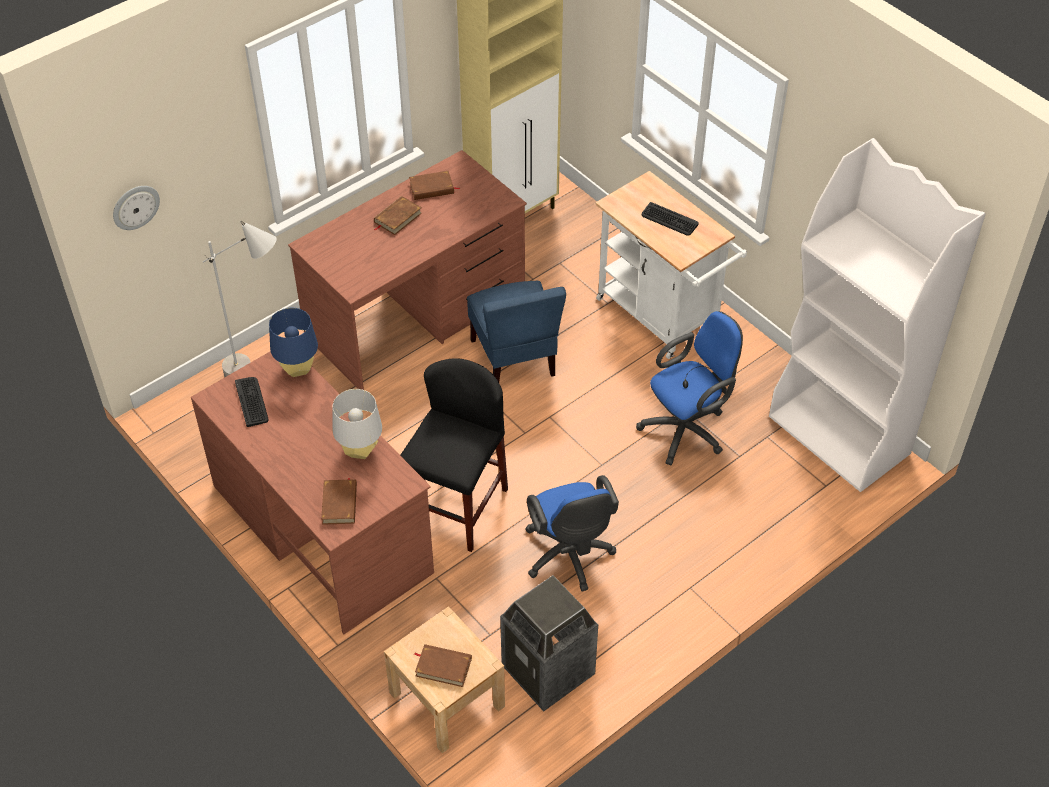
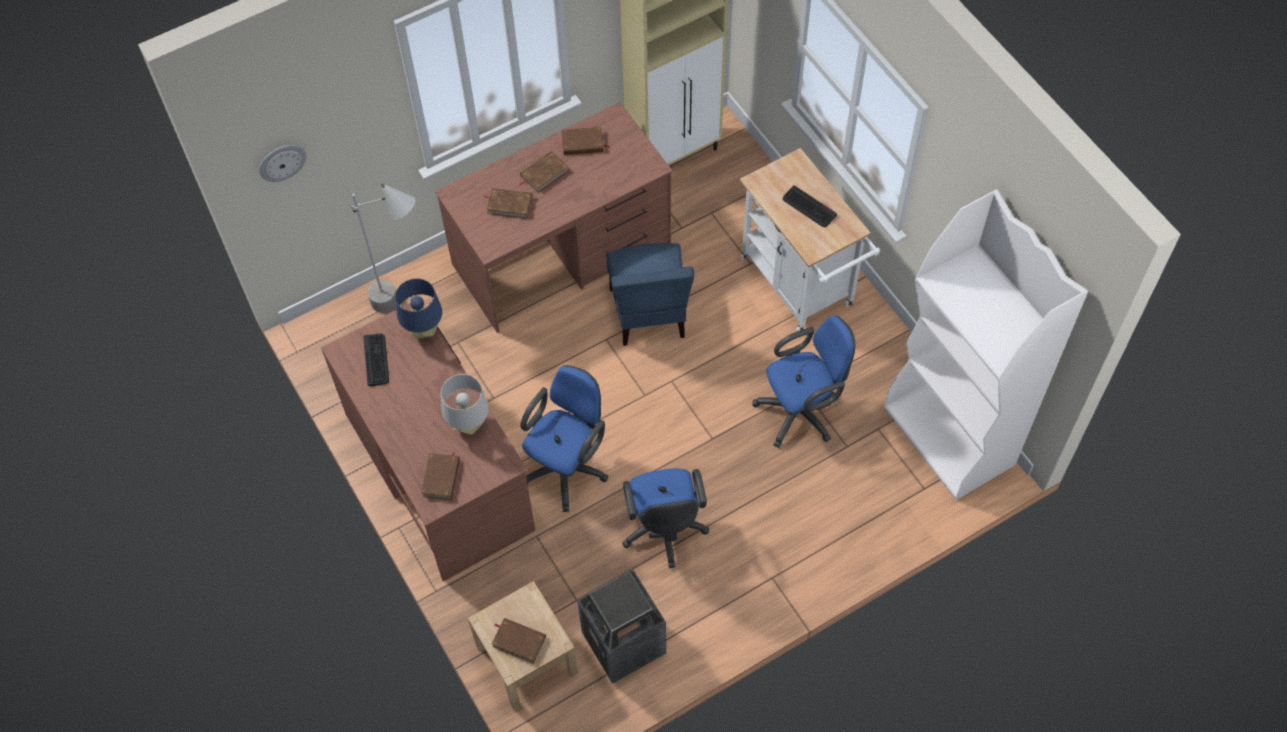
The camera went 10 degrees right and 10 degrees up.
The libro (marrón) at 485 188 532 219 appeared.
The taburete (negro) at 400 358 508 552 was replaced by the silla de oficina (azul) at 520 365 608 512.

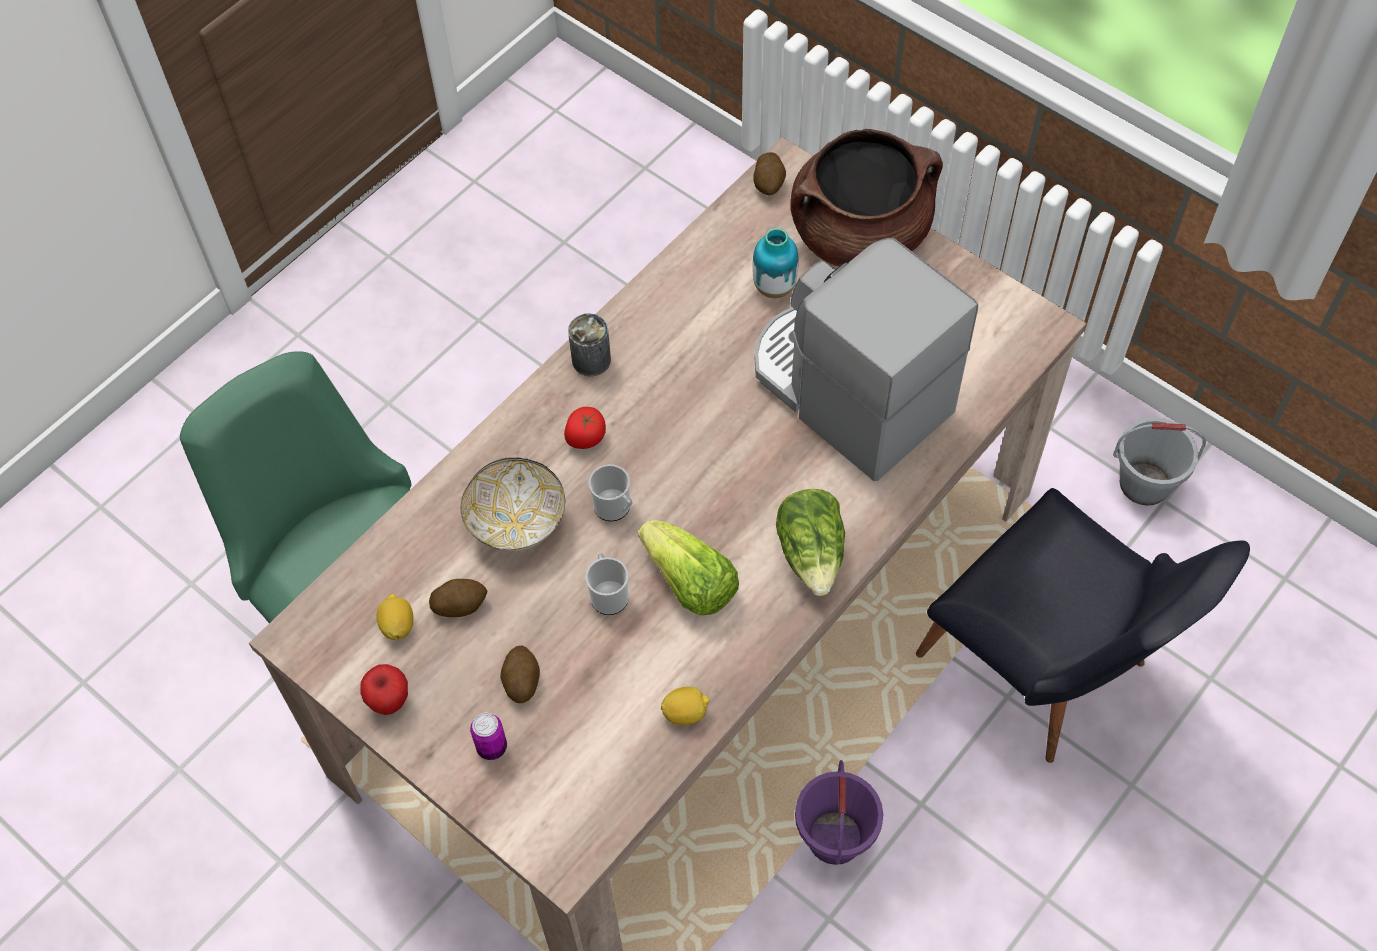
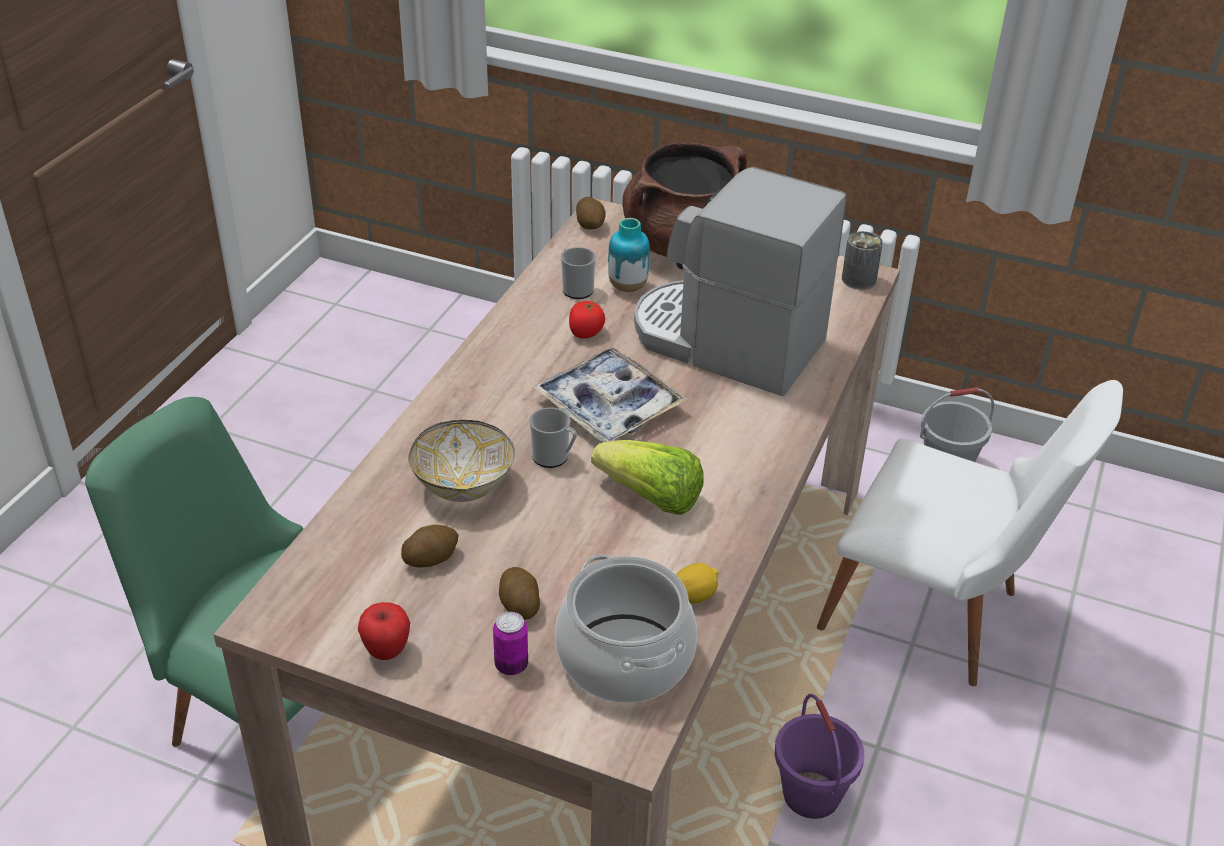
The camera went 20 degrees left and 20 degrees down.
The bandeja at 533 347 688 442 appeared.
The olla at 555 554 697 703 appeared.
The taza grande moved from 585 553 629 615 to 561 247 596 299.
The tomate moved from 564 407 606 449 to 569 301 605 339.
The silla (negro) at 916 488 1250 763 became the silla (blanco) at 817 380 1123 686.
The lata moved from 568 313 611 376 to 842 231 883 290.
The limón at 376 594 413 640 disappeared.
The lechuga at 776 489 845 596 disappeared.

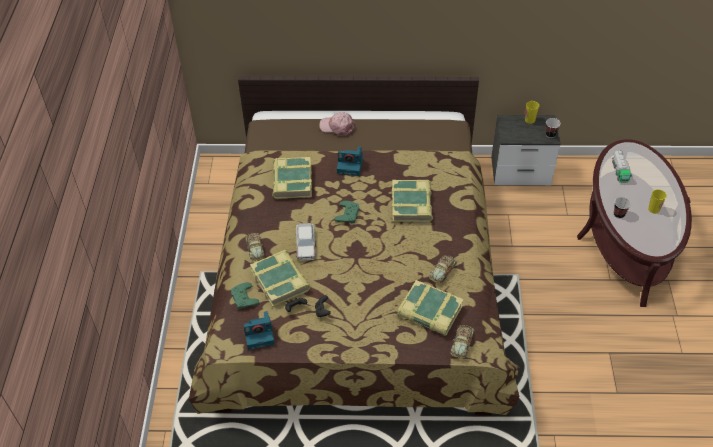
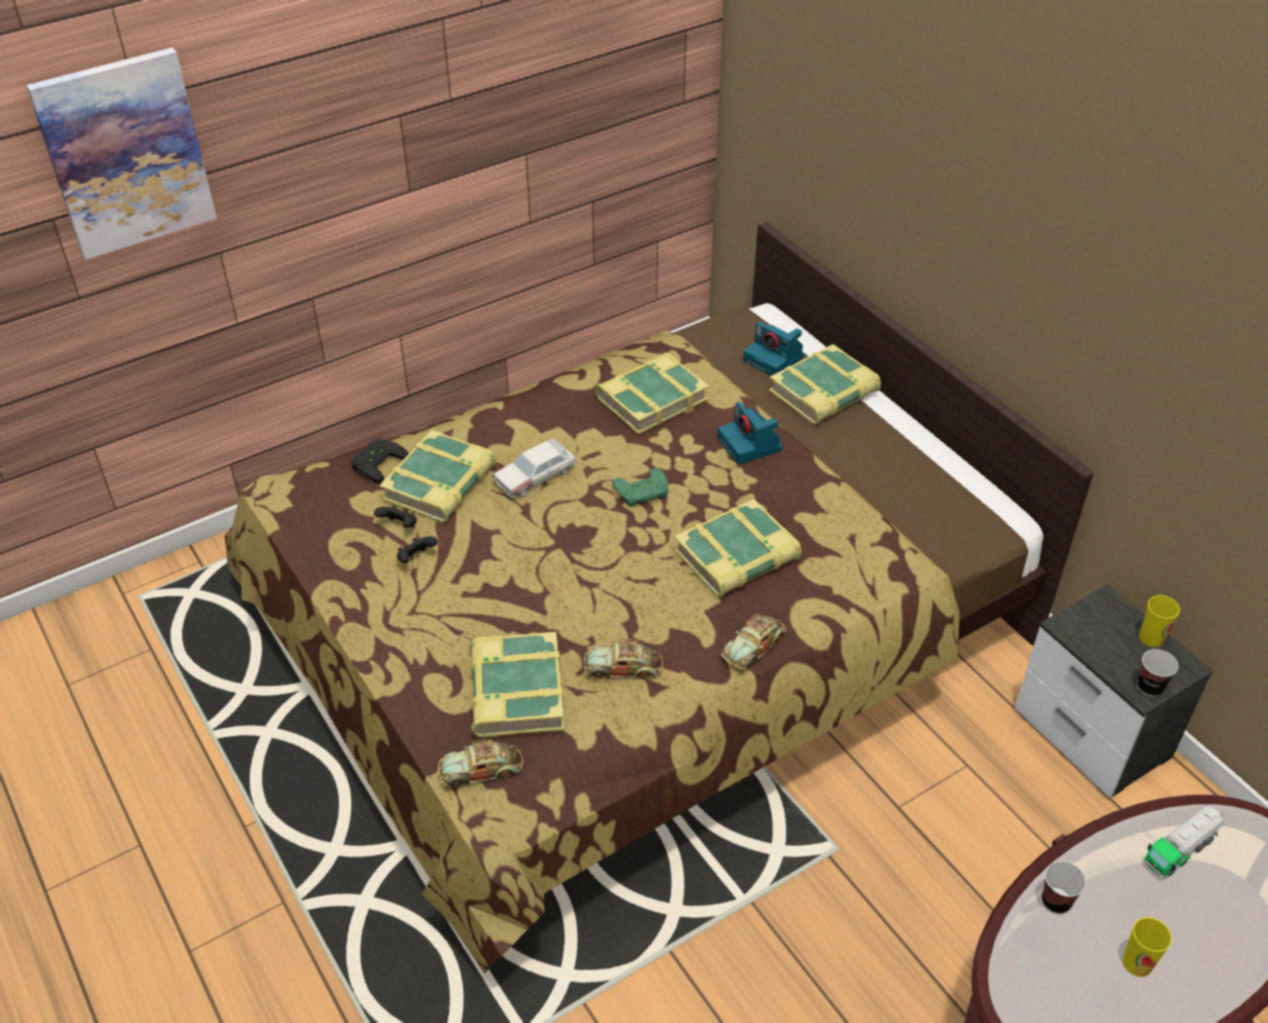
The camera went 55 degrees right and 5 degrees down.
The cuadro at 26 47 217 260 appeared.
The mando de consola (verde) at 231 282 260 309 became the mando de consola (negro) at 351 438 409 483.
The coche de juguete moved from 245 233 265 261 to 721 614 786 670.
The cámara moved from 244 311 275 350 to 743 322 804 376.
The gorra (rosa) at 319 112 355 136 was replaced by the libro at 769 344 881 425.

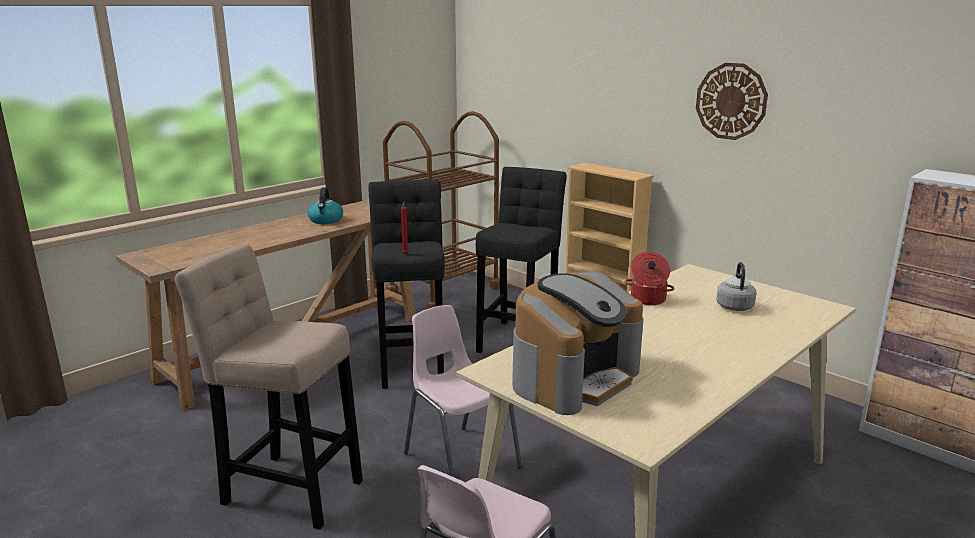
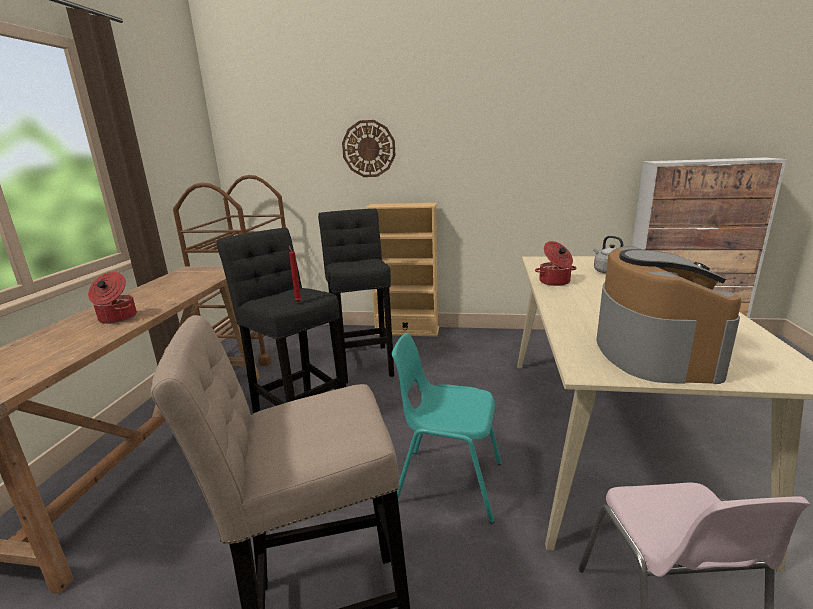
The camera went 35 degrees left and 0 degrees up.
The olla at 88 272 137 324 appeared.
The reloj de pared moved from 696 63 768 140 to 342 120 396 177.
The silla (rosa) at 404 305 522 478 became the silla (turquesa) at 392 333 502 524.
The hervidor at 308 188 343 224 disappeared.

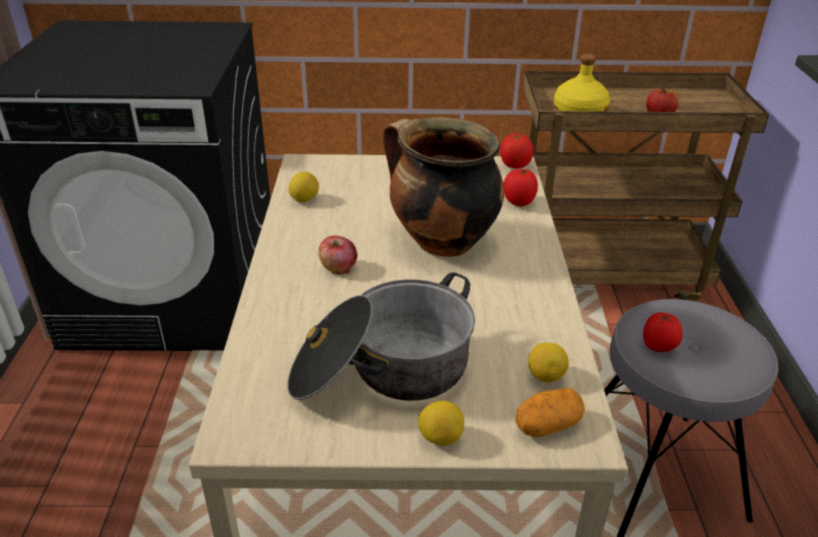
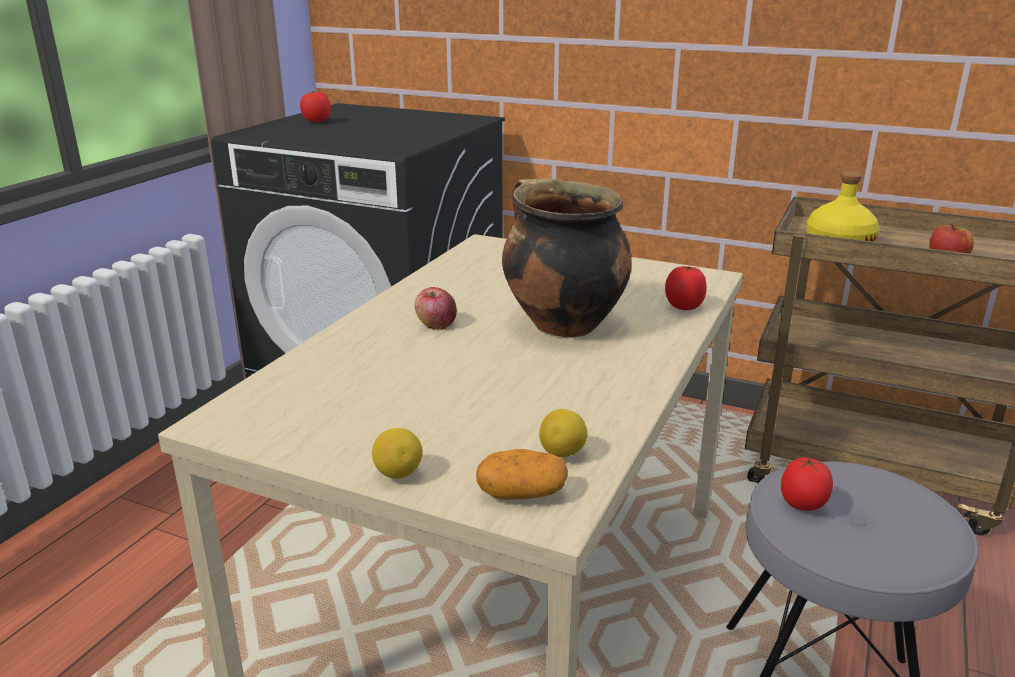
The camera went 25 degrees right and 10 degrees down.
The tomate moved from 500 133 533 169 to 300 91 331 122.
The olla at 287 272 475 401 disappeared.
The limón at 288 172 319 202 disappeared.

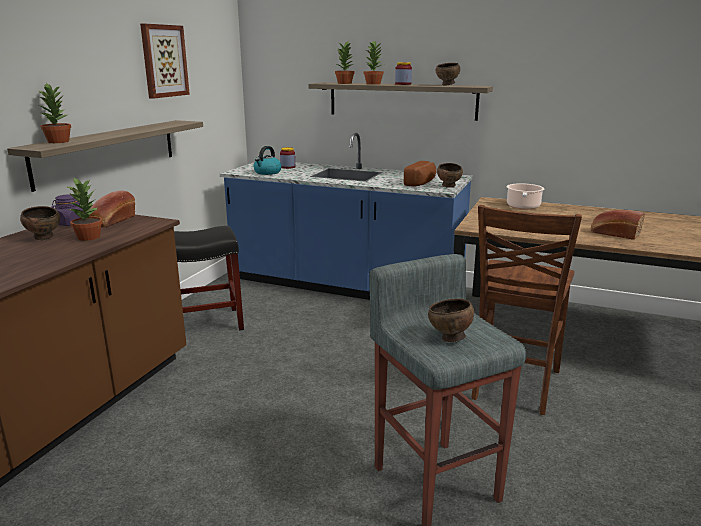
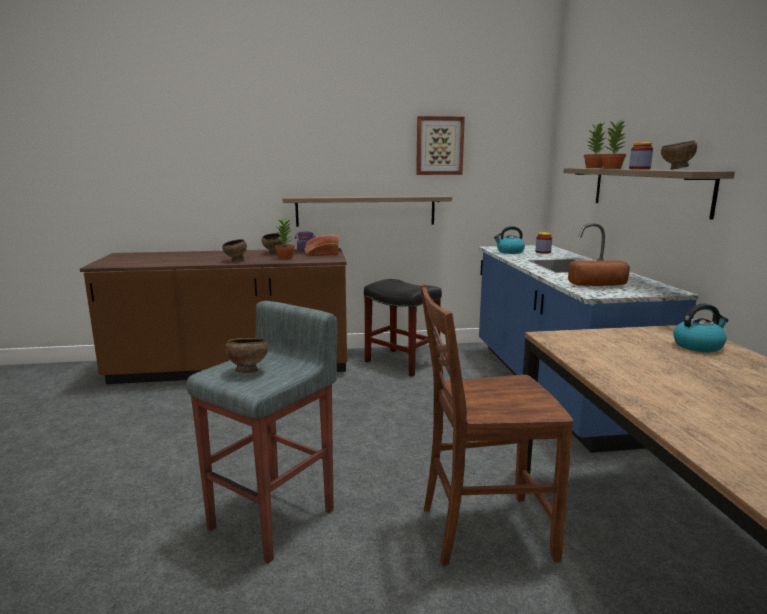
The camera went 60 degrees right and 5 degrees down.
The cuenco (marrón) moved from 437 163 463 188 to 222 239 247 262.
The olla at 507 183 544 210 was replaced by the hervidor at 673 303 729 352.
The planta en maceta at 38 83 71 143 disappeared.
The pan at 591 210 645 240 disappeared.

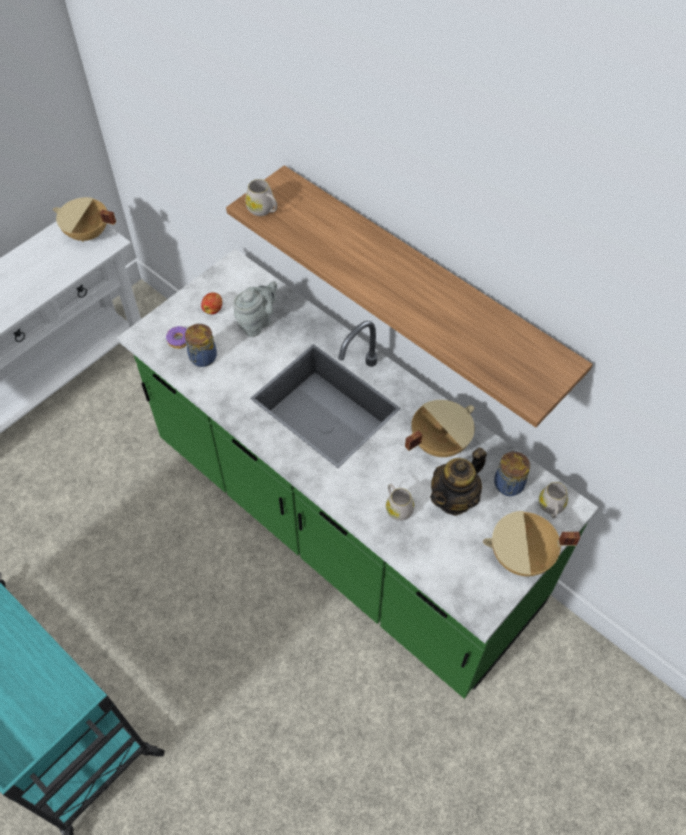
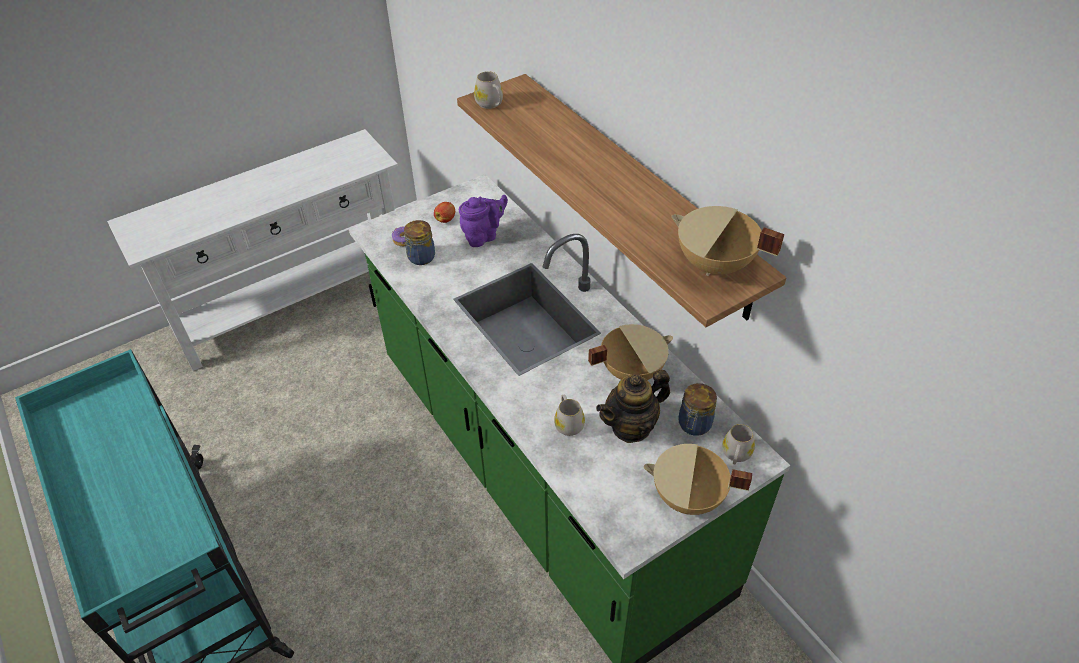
The camera went 15 degrees right and 10 degrees down.
The tetera (gris) at 233 281 277 337 became the tetera (morado) at 459 195 508 247.
The olla (beis) moved from 53 197 116 242 to 671 206 785 276.

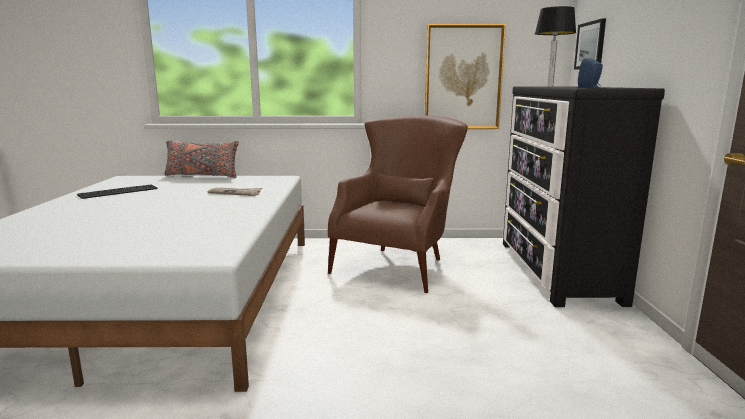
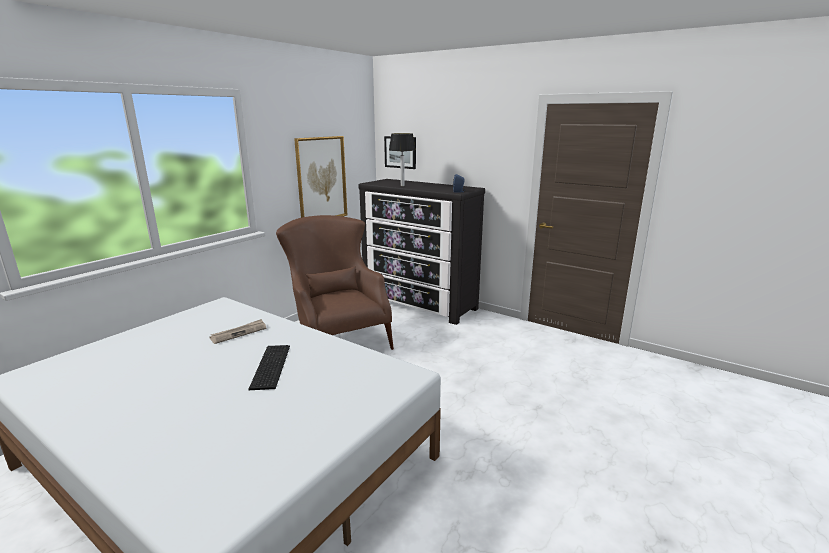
The camera went 55 degrees left and 5 degrees up.
The teclado moved from 77 184 158 199 to 248 345 290 390.
The cojín (gris) at 164 140 239 178 disappeared.

